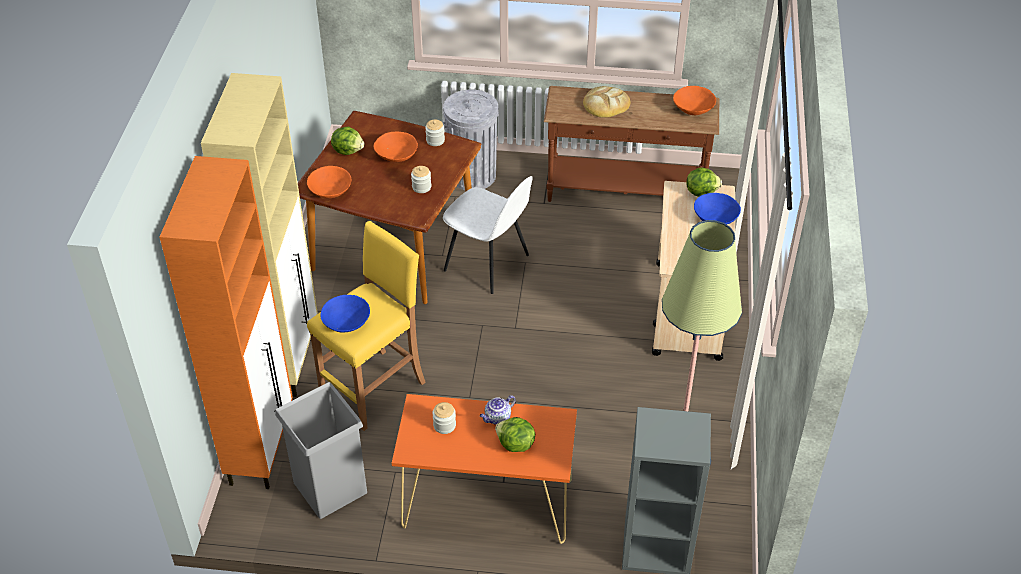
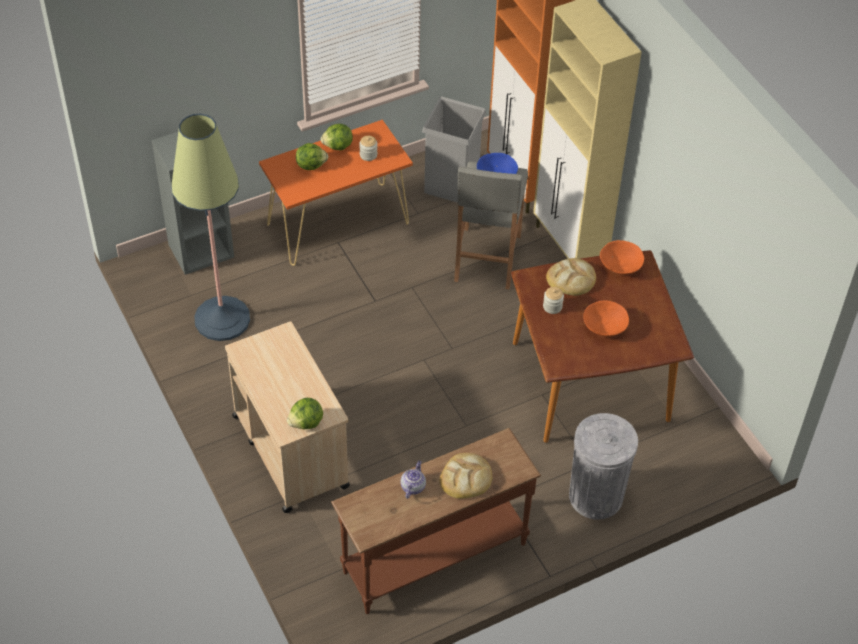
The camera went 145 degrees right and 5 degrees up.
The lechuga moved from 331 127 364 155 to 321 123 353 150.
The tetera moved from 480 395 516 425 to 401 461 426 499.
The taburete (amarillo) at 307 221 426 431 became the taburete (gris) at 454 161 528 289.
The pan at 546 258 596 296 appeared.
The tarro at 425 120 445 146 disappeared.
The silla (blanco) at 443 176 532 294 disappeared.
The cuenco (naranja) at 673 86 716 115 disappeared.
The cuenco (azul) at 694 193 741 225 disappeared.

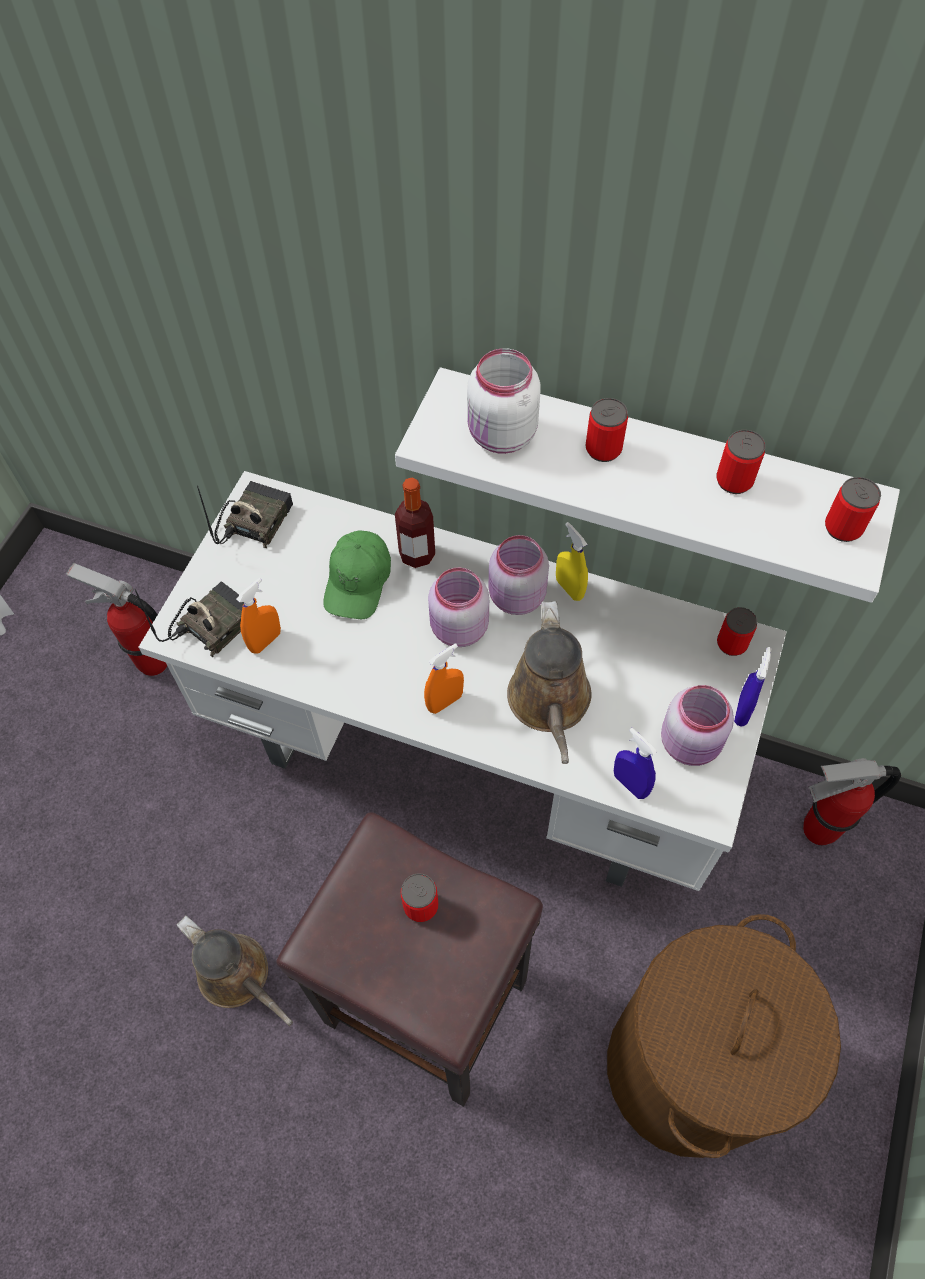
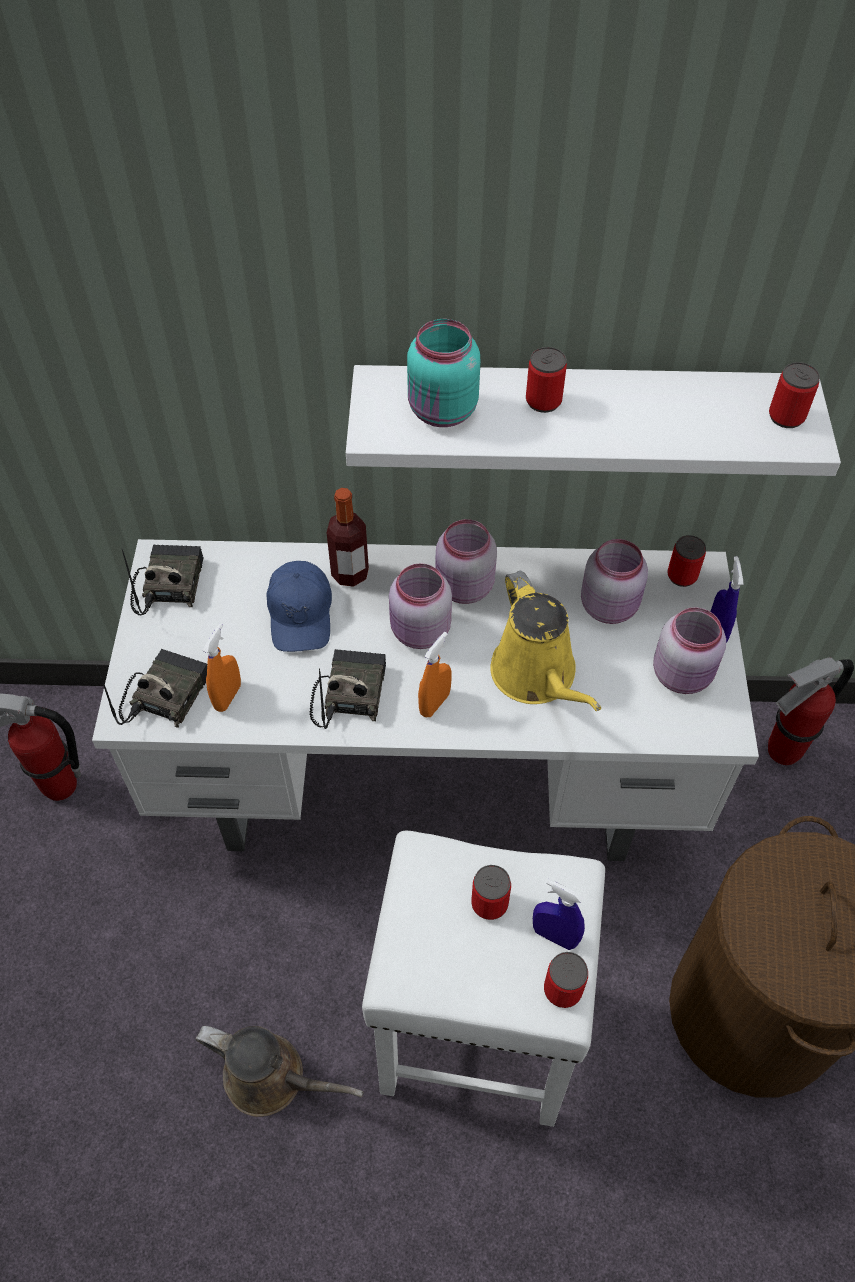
The camera went 20 degrees left and 5 degrees down.
The gorra (verde) at 323 531 391 619 became the gorra (azul) at 267 561 332 652.
The radio at 310 649 386 729 appeared.
The taburete (marrón) at 276 812 543 1107 became the taburete (blanco) at 362 831 605 1127.
The tarro (blanco) at 467 348 541 454 became the tarro (turquesa) at 407 319 480 427.
The regadera (marrón) at 507 601 592 764 became the regadera (amarillo) at 490 571 601 711.
The pulverizador (azul) moved from 614 728 657 799 to 533 879 585 950.
The lata moved from 716 430 766 494 to 544 952 588 1008.
The tarro (rosa) at 581 539 648 624 appeared.
The pulverizador (amarillo) at 556 522 588 601 disappeared.

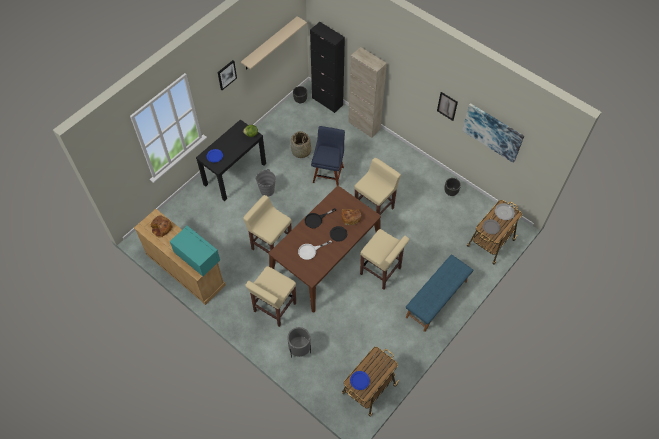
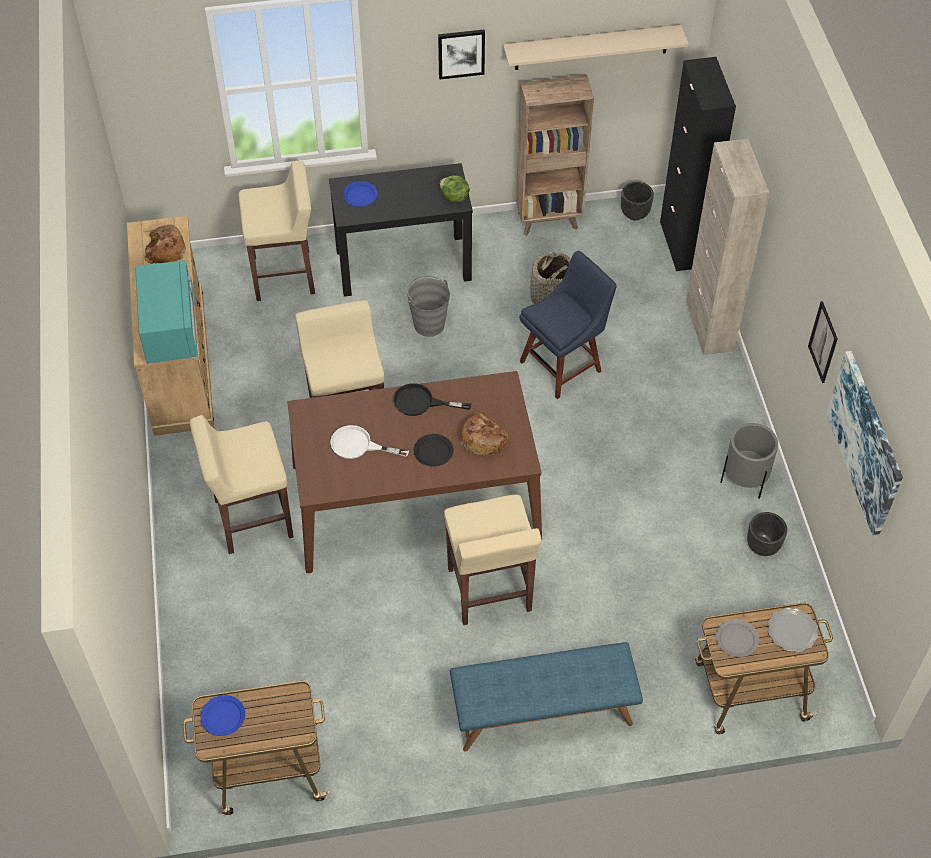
The camera went 40 degrees right and 5 degrees down.
The taburete (beis) moved from 354 158 401 215 to 239 161 315 301.
The estantería (marrón) at 516 75 594 236 appeared.
The maceta (gris) moved from 287 327 311 358 to 720 423 778 499.

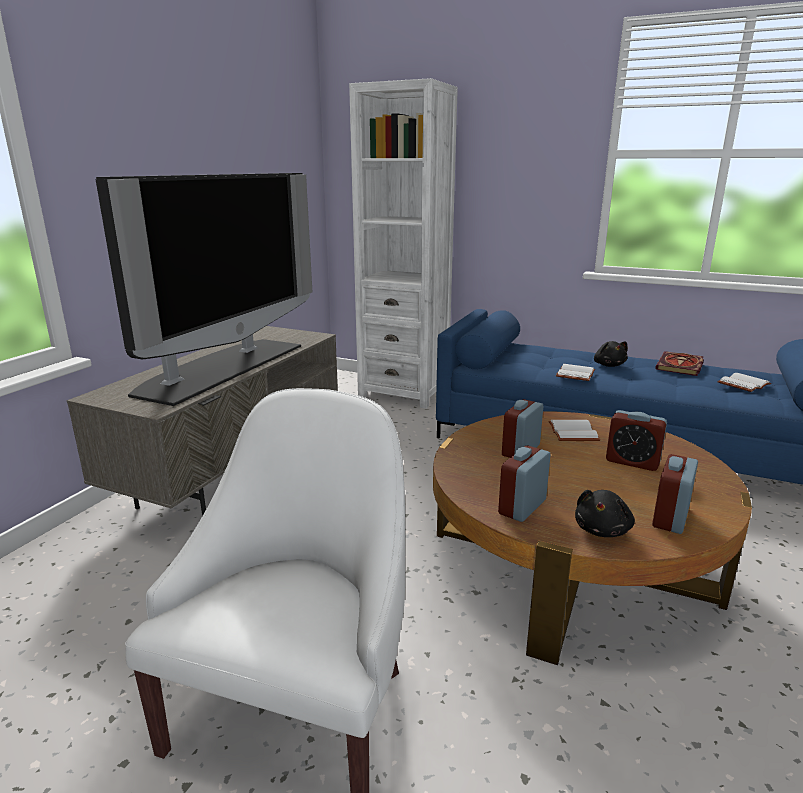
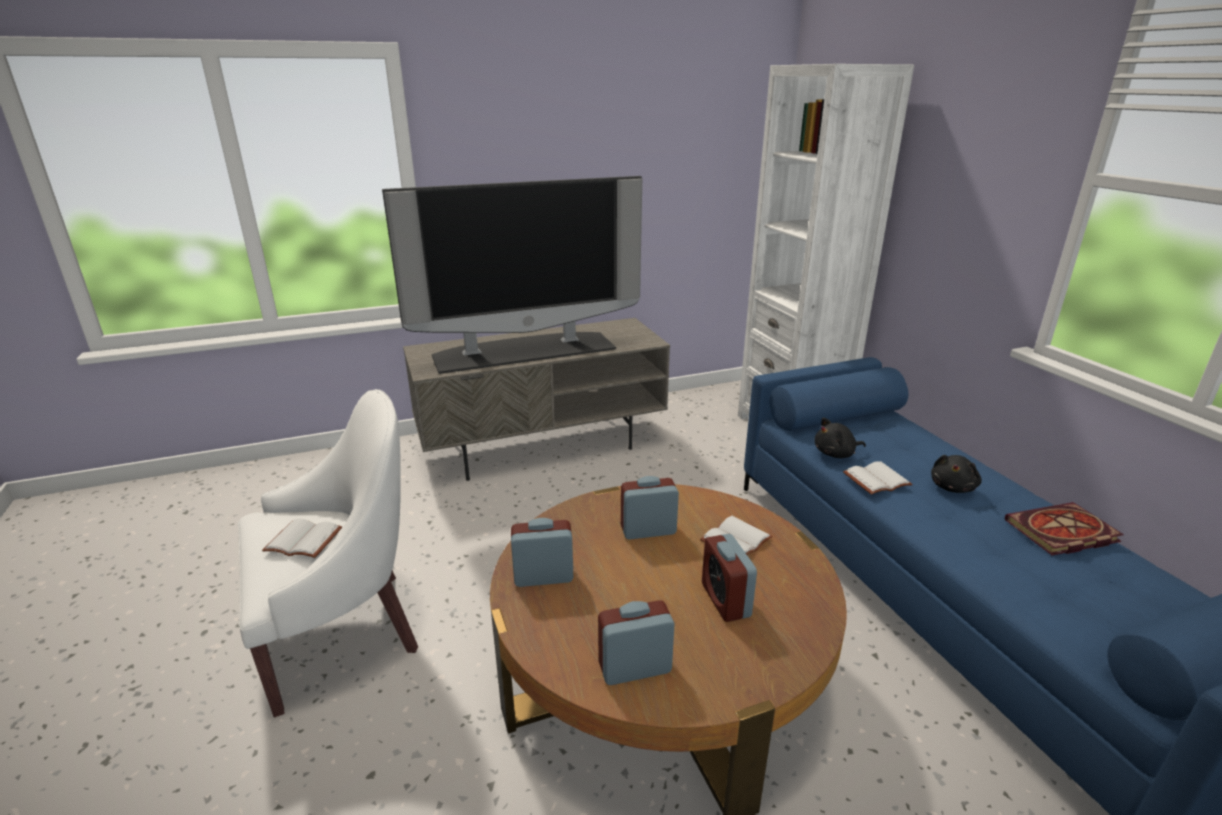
The camera went 45 degrees right and 5 degrees up.
The libro (blanco) moved from 718 373 771 392 to 262 519 342 558.
The peluche (negro) moved from 575 490 635 537 to 814 418 866 458.

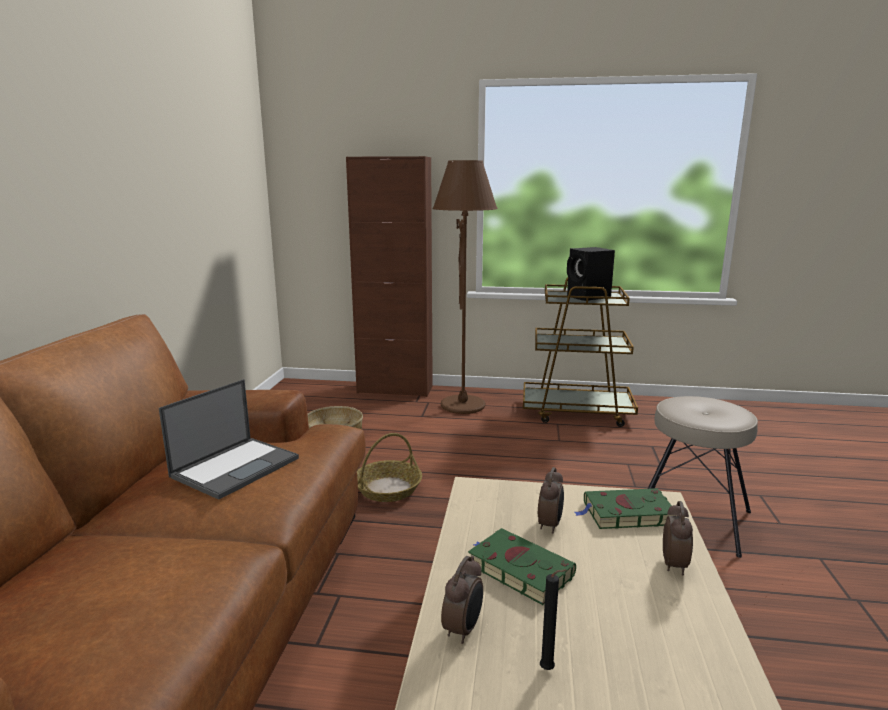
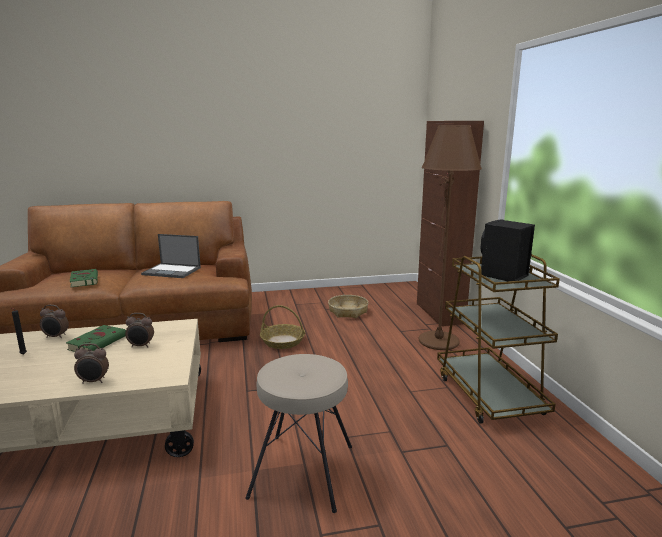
The camera went 70 degrees right and 0 degrees up.
The libro (verde) moved from 574 488 674 529 to 70 269 98 287.

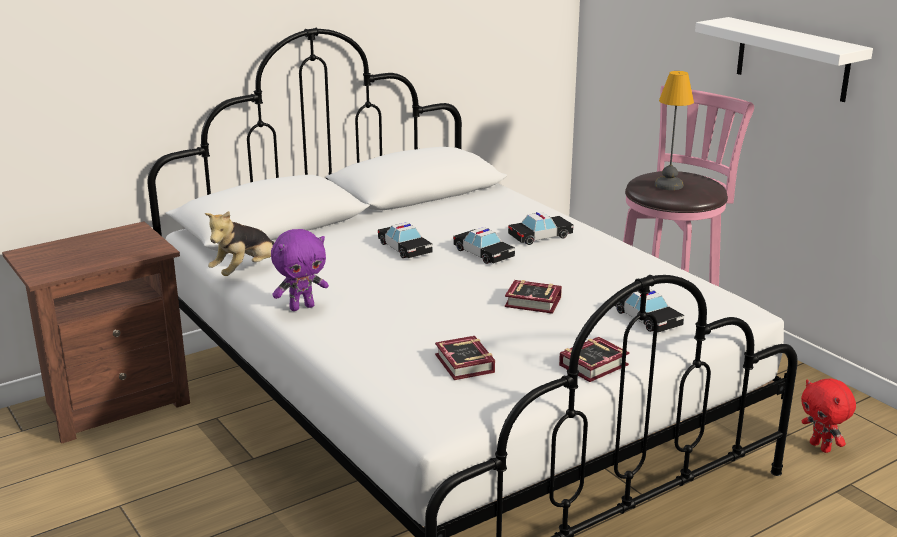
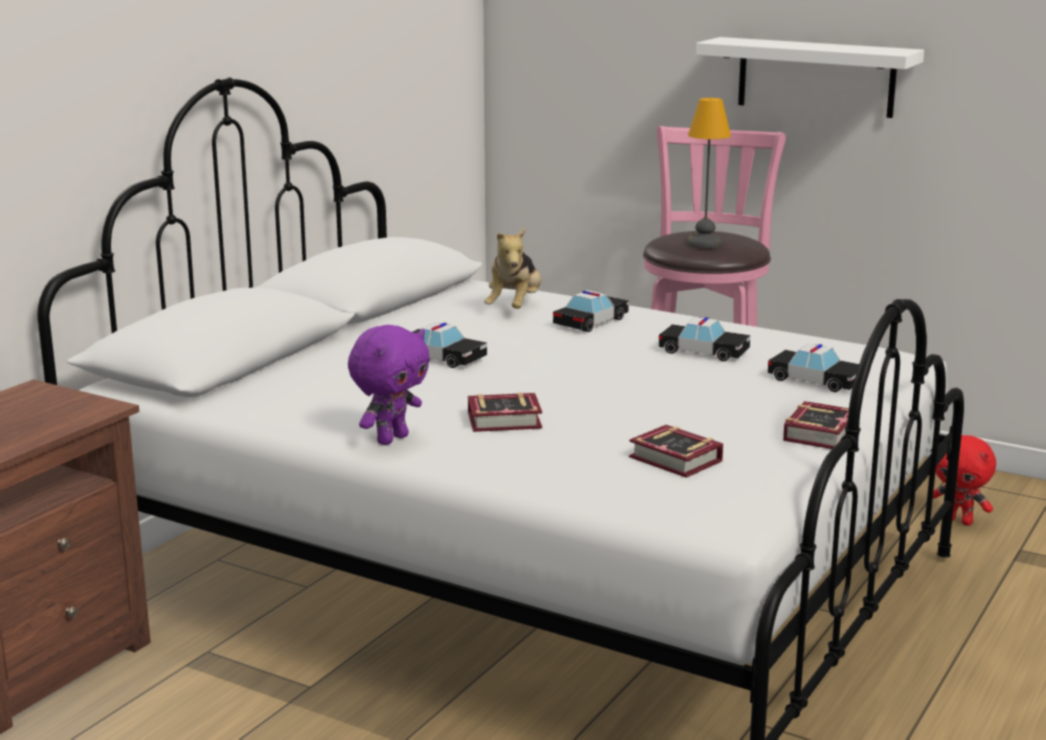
The camera went 25 degrees left and 5 degrees down.
The libro moved from 505 280 562 314 to 468 392 542 432.
The peluche moved from 205 211 275 276 to 484 228 541 309.
The coche de juguete moved from 453 227 515 264 to 659 317 751 361.

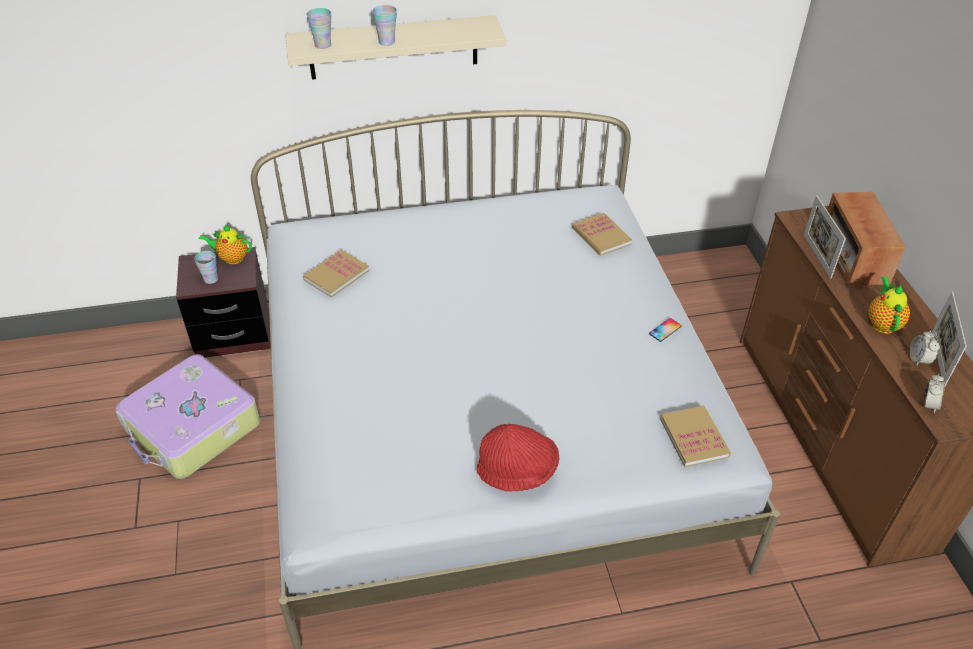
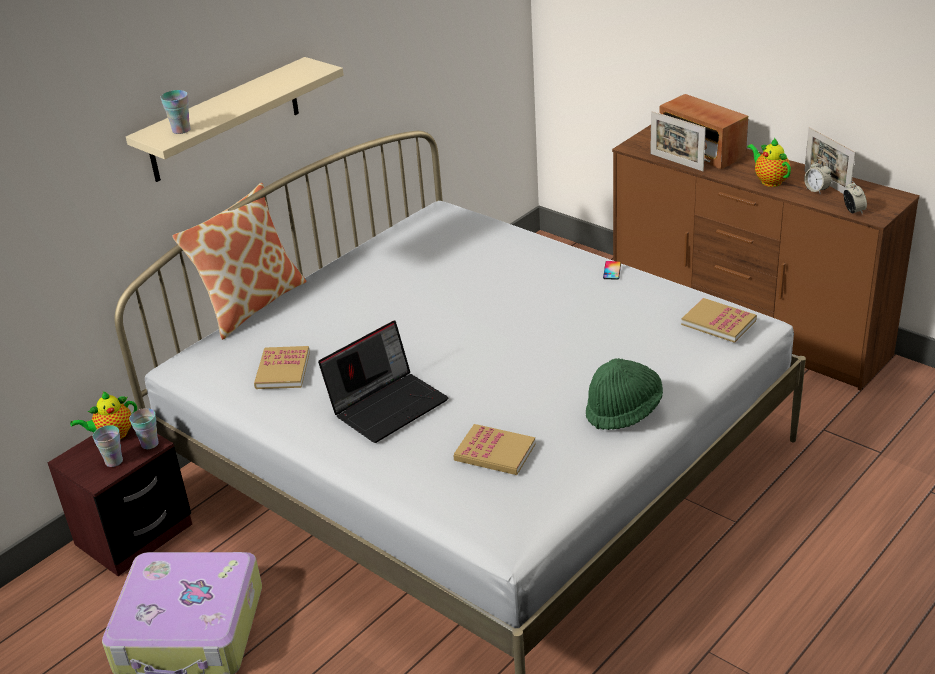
The camera went 35 degrees left and 10 degrees down.
The taza moved from 372 5 397 46 to 129 408 159 449.
The cojín at 172 183 306 340 appeared.
The portátil at 318 320 448 443 appeared.
The libro moved from 572 213 632 256 to 453 424 536 475.
The sombrero (rojo) at 477 424 559 492 became the sombrero (verde) at 586 358 663 430.

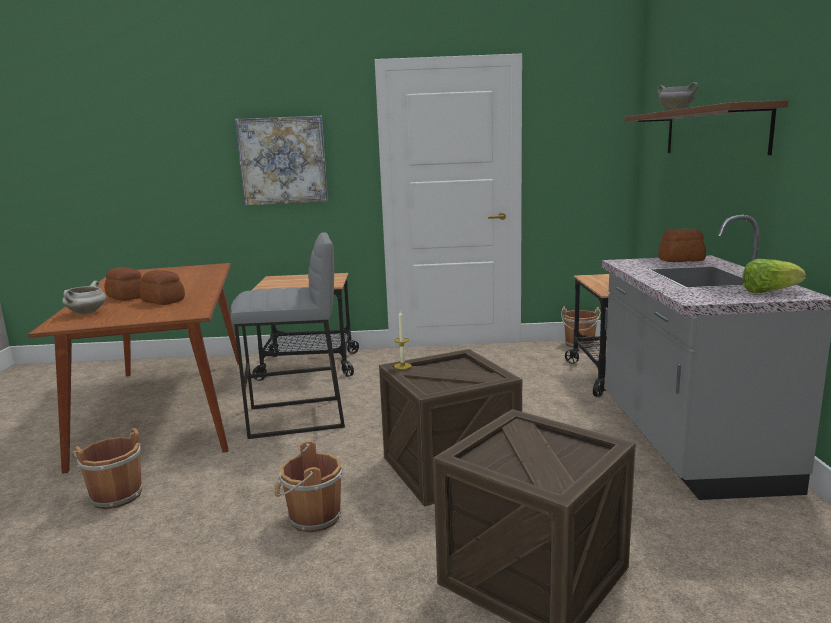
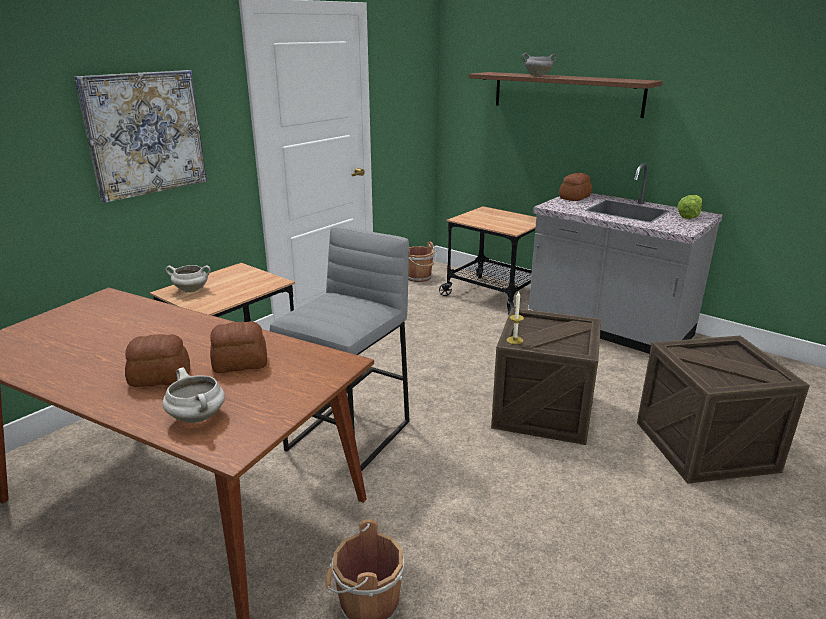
The camera went 50 degrees left and 10 degrees up.
The olla (blanco) at 165 265 211 293 appeared.
The cubo (marrón) at 275 441 343 533 disappeared.

